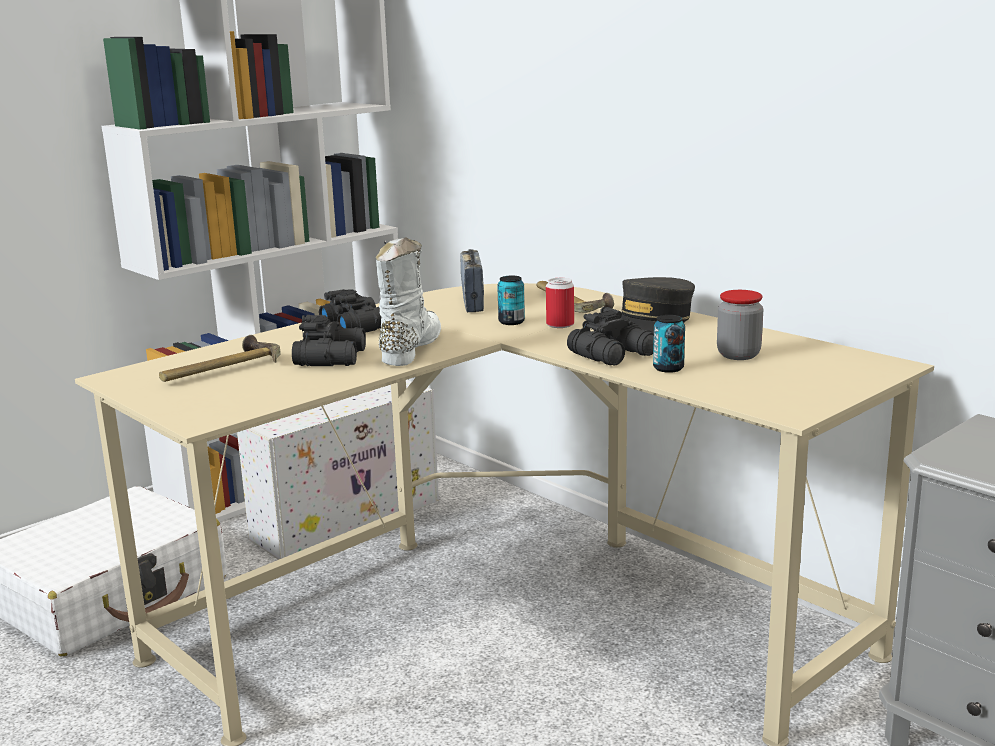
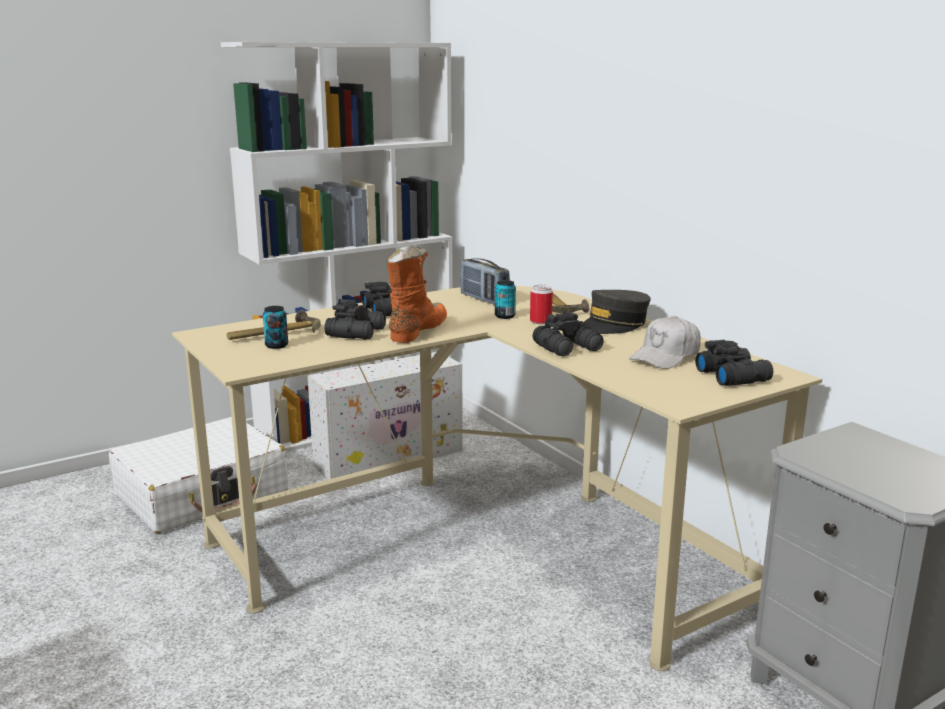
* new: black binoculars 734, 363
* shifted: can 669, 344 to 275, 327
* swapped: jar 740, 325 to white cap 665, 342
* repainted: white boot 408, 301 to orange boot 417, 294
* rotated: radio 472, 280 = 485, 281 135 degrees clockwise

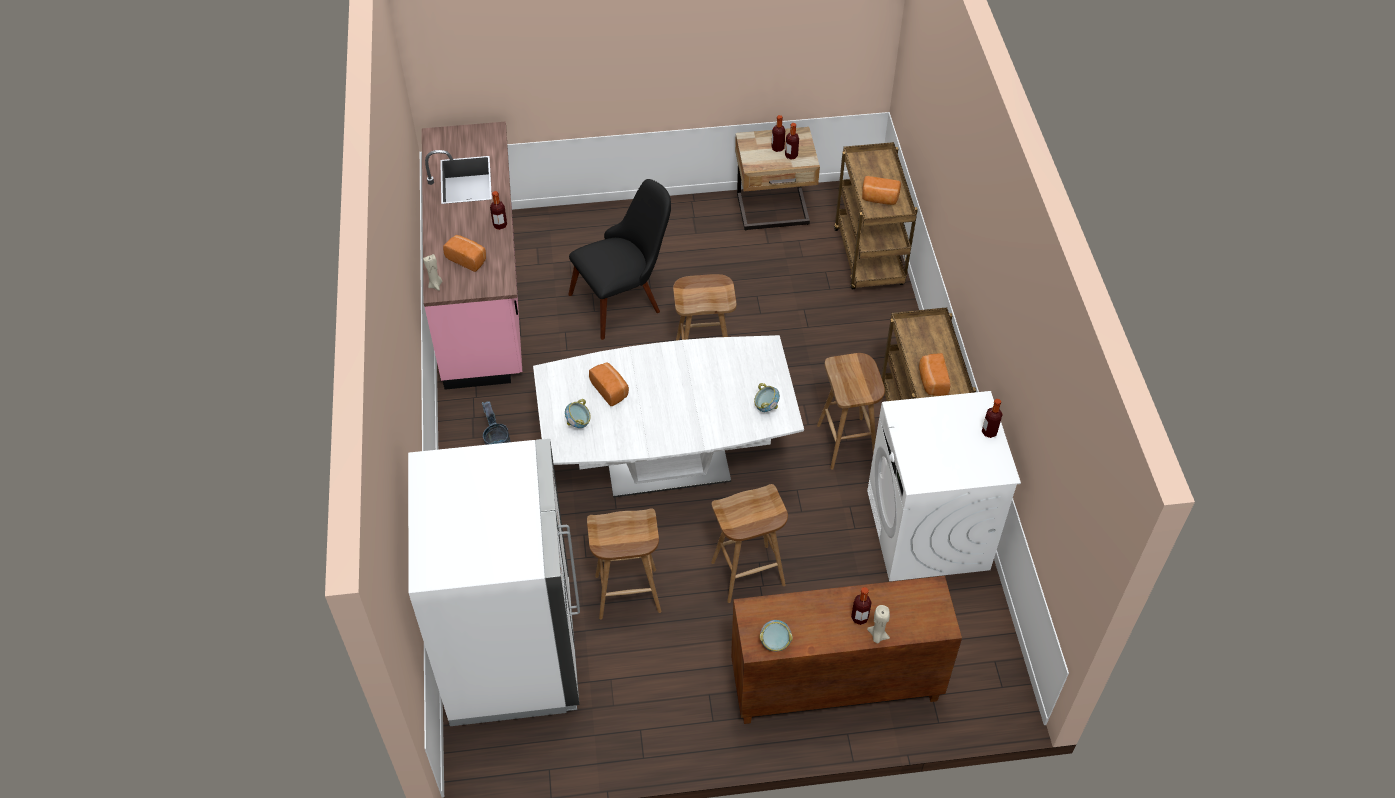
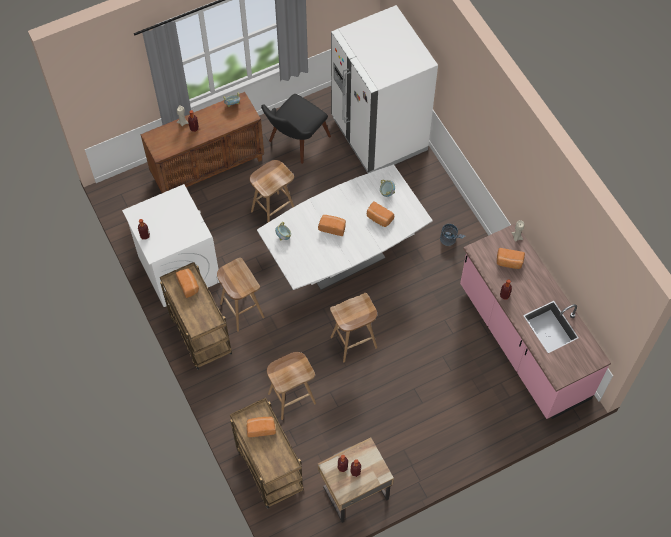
* new: bread 332, 225
* shifted: black chair 619, 259 to 296, 129
* shifted: brown stool 624, 564 to 291, 386

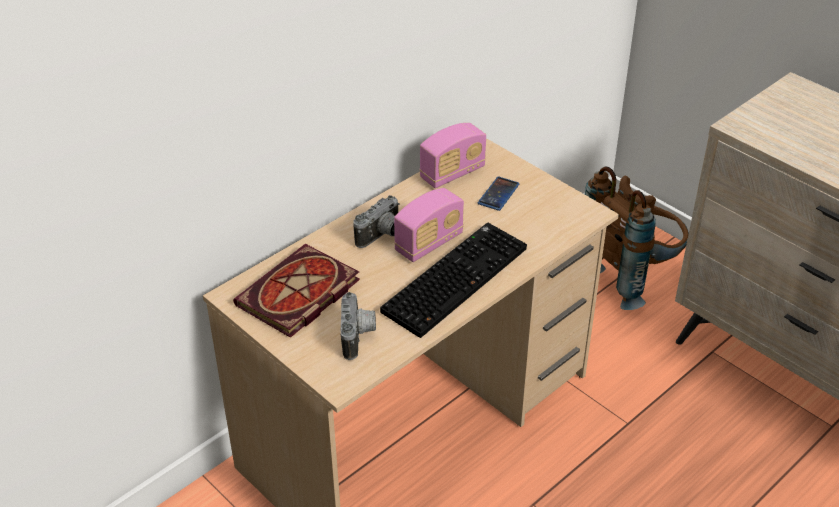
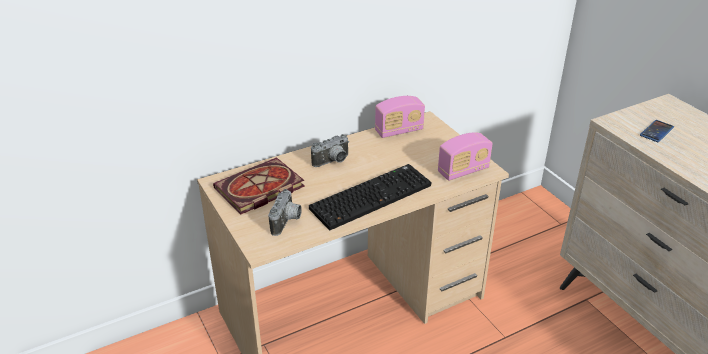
* gone: brown backpack 637, 238
* shifted: radio 429, 225 to 465, 157
* shifted: phone 499, 194 to 657, 131

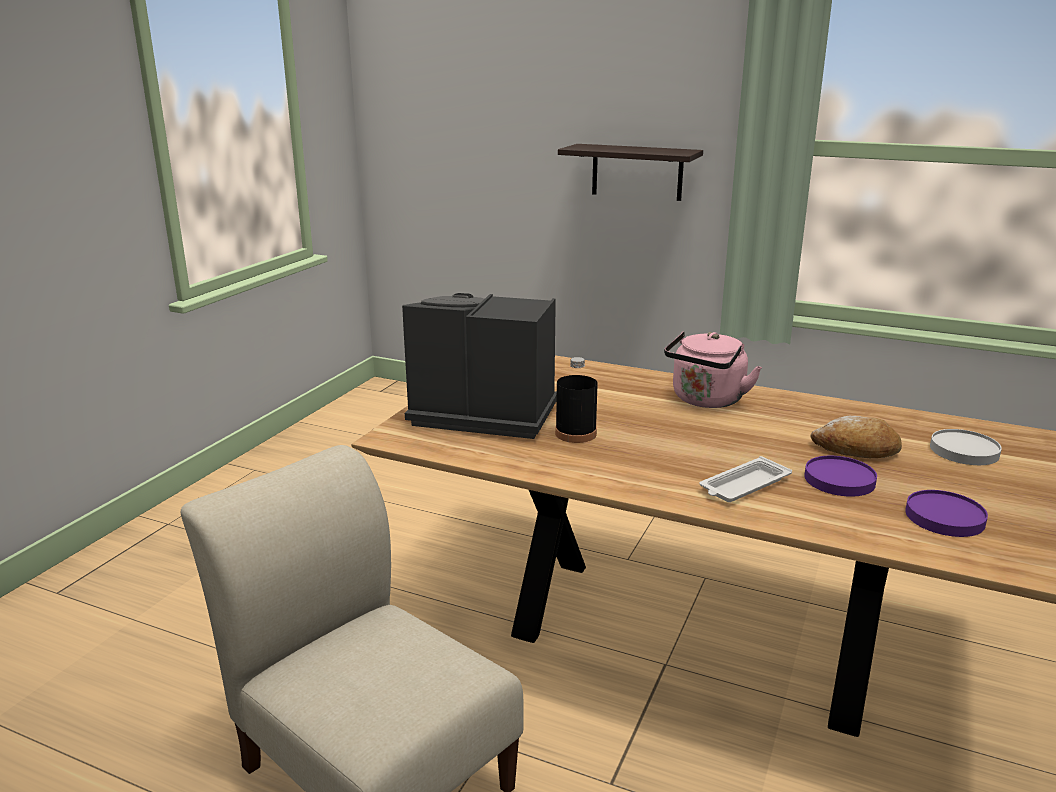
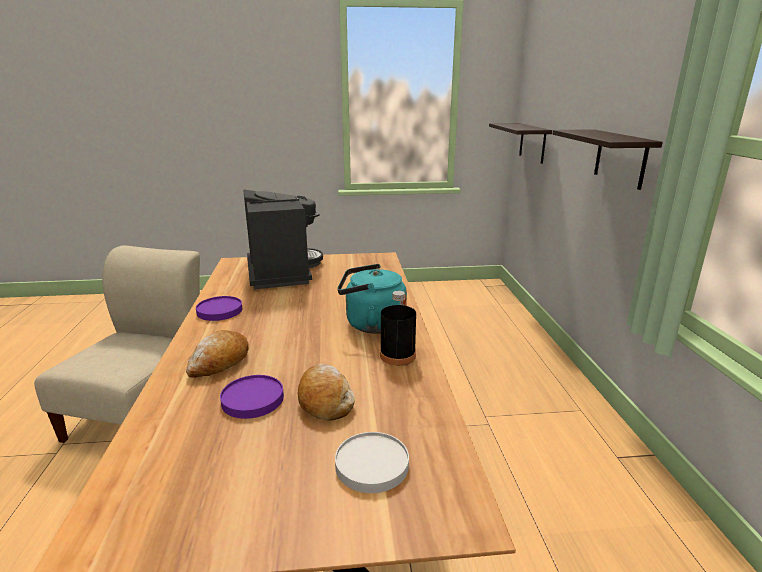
* new: shelf 520, 143
* shifted: black bottle 576, 400 to 398, 328
* shifted: purple plate 946, 513 to 219, 308
* swapped: white tray 745, 479 to bread 217, 354
* repainted: pink kettle 713, 369 to turquoise kettle 372, 299

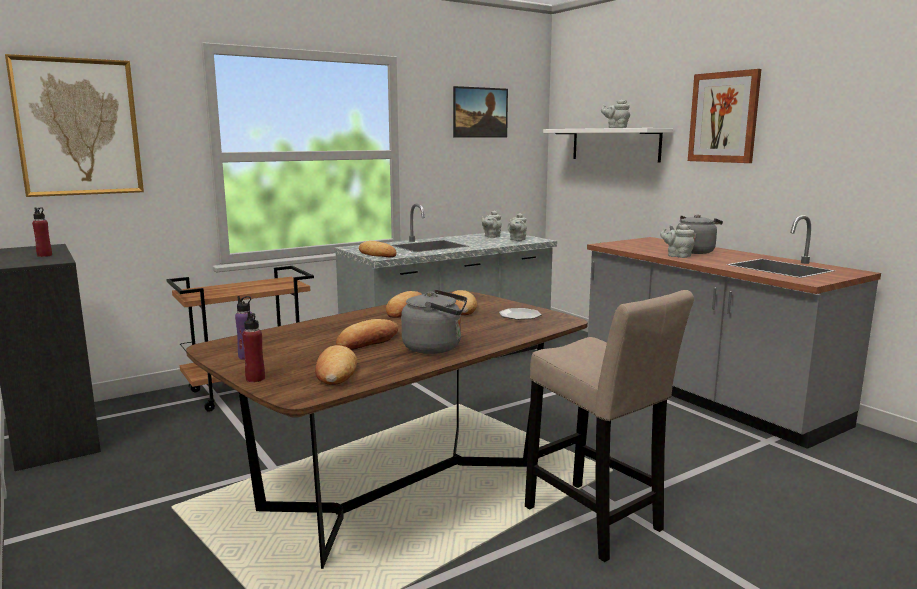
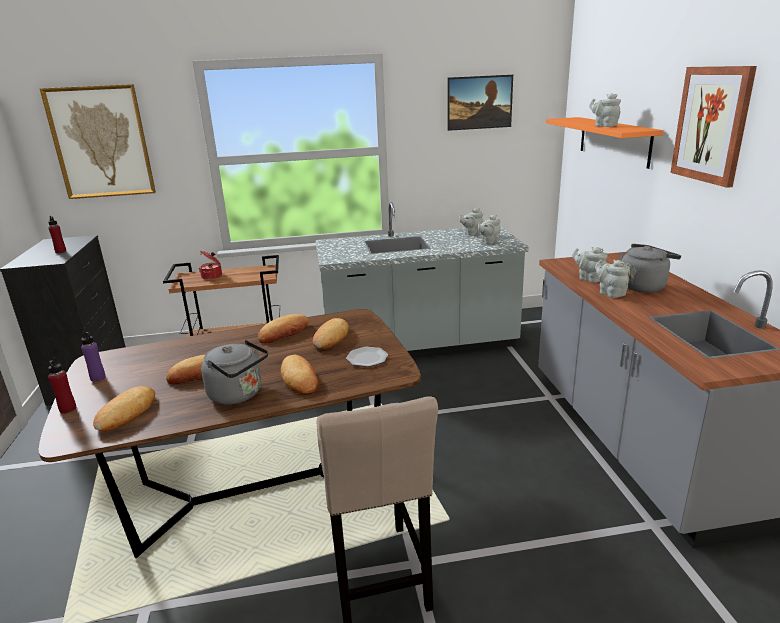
* new: cooking pot 210, 265
* new: grey teapot 589, 265
* shifted: bread 378, 249 to 300, 375
* repainted: white shelf 608, 145 to orange shelf 605, 143

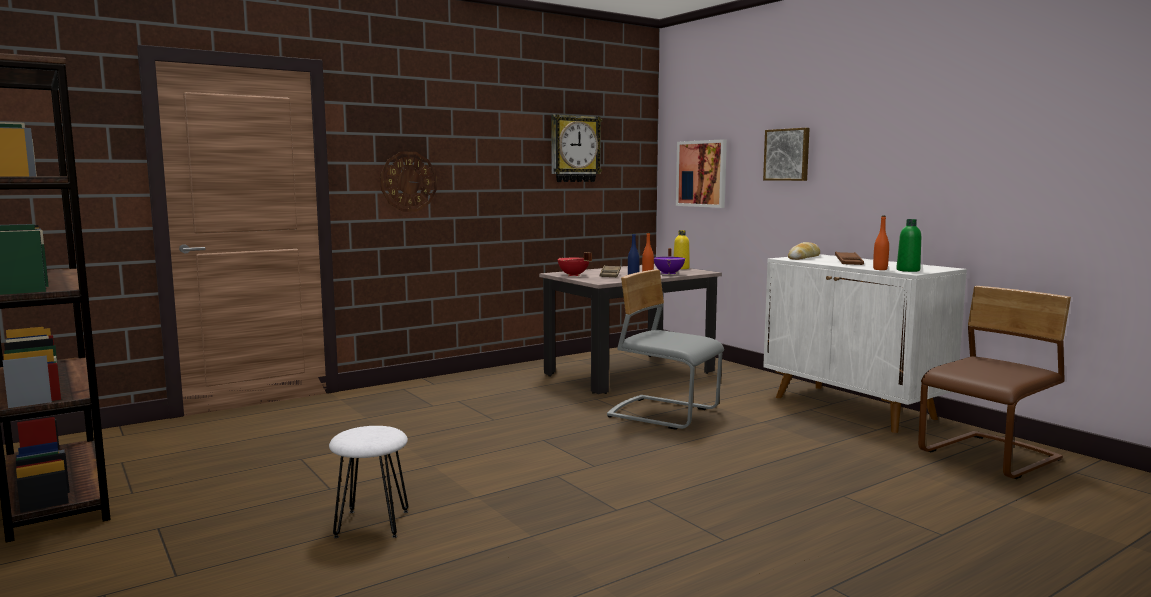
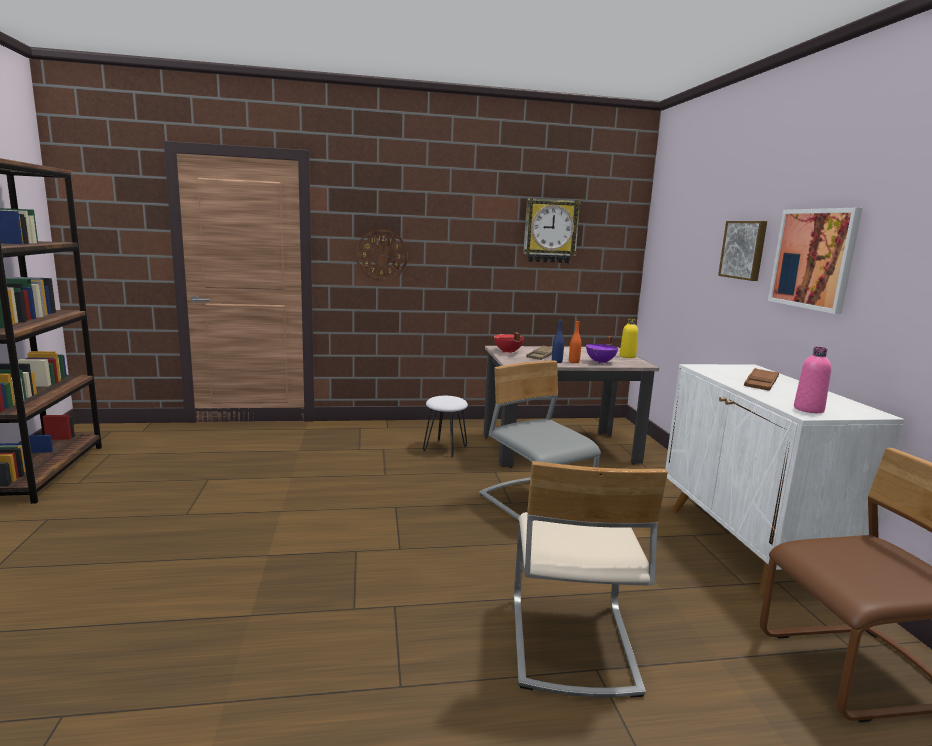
* gone: bread 804, 251
* gone: orange bottle 881, 243
* new: beige chair 591, 579
* shifted: white stool 368, 482 to 445, 427
* shifted: picture 701, 173 to 815, 261
* repainted: green bottle 909, 245 to pink bottle 812, 380

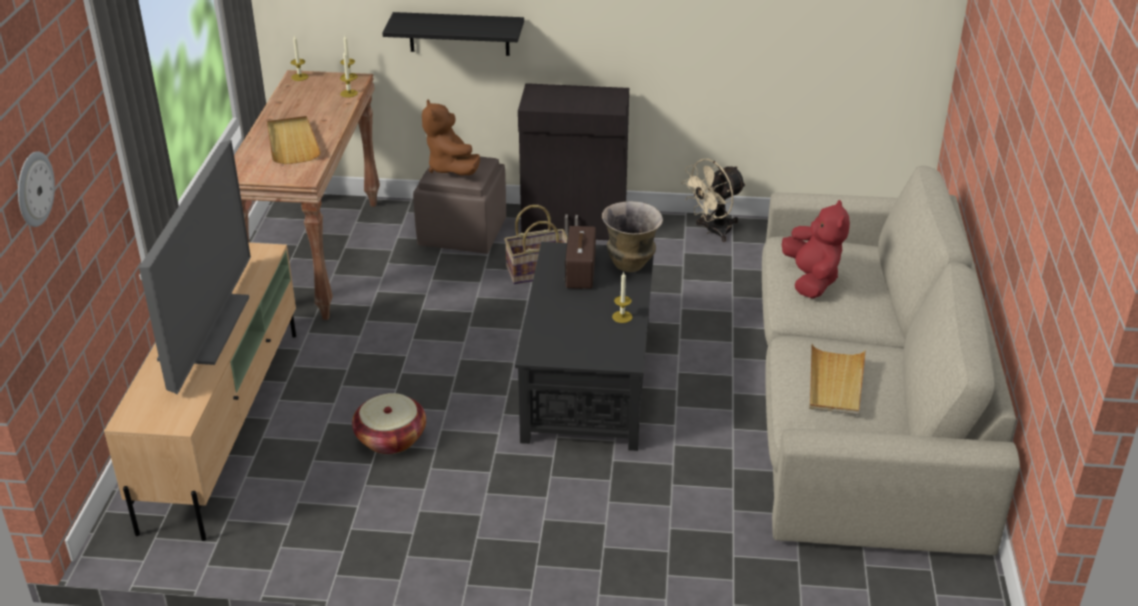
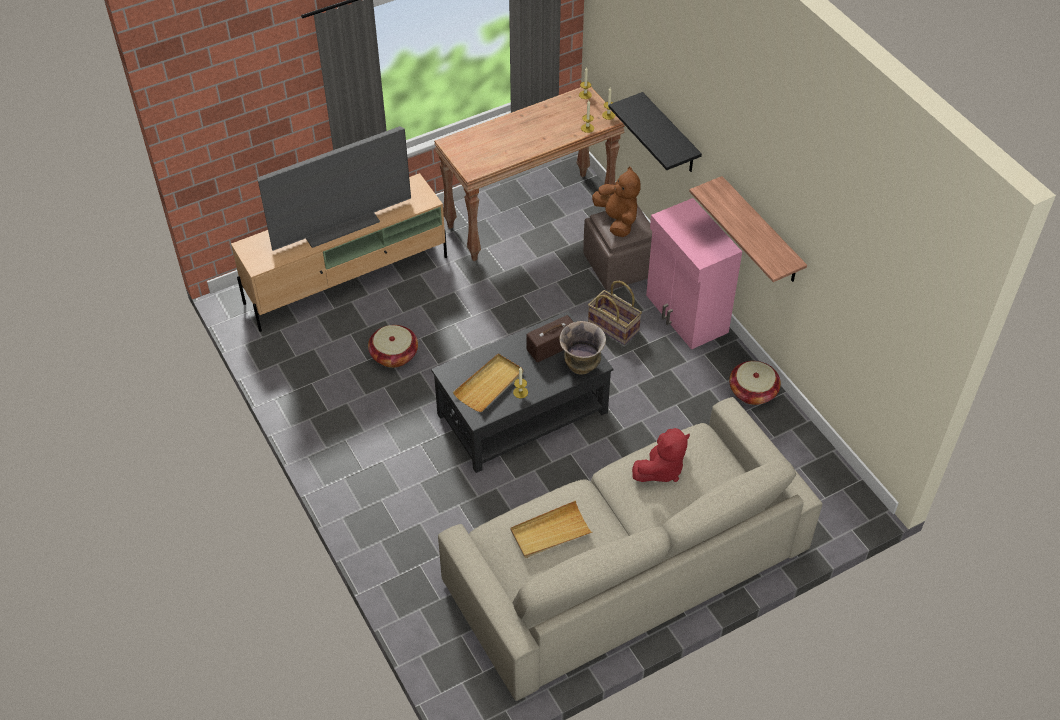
* gone: wall clock 36, 189
* new: shelf 748, 229
* shifted: beige tray 294, 140 to 488, 382
* swapped: beige fan 713, 200 to basket 755, 383
* repainted: black cabinet 573, 161 to pink cabinet 694, 274
* rotated: brown plush toy 451, 138 = 616, 201 120 degrees clockwise

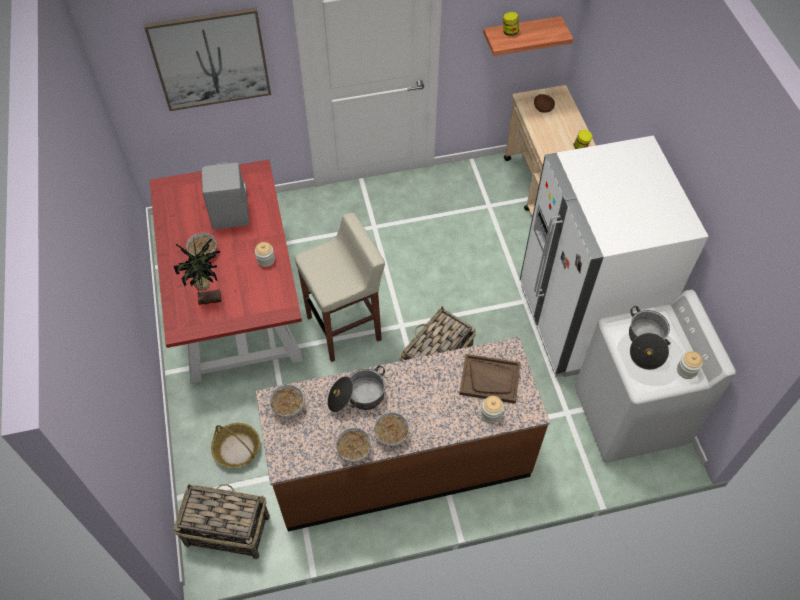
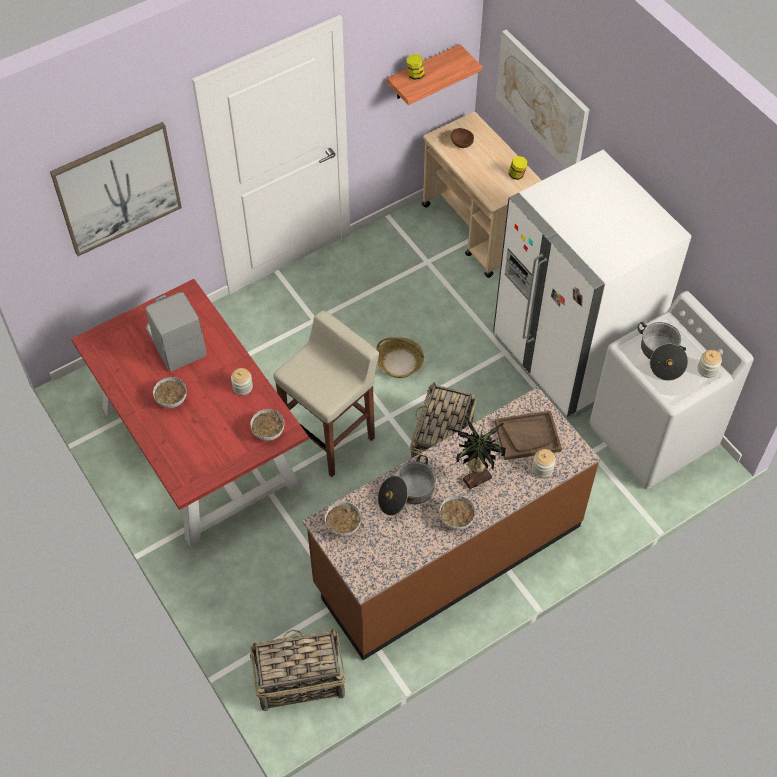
* new: picture 543, 98
* shifted: potted plant 197, 271 to 479, 452
* shifted: basket 235, 445 to 400, 357
* shifted: bowl 353, 445 to 267, 425

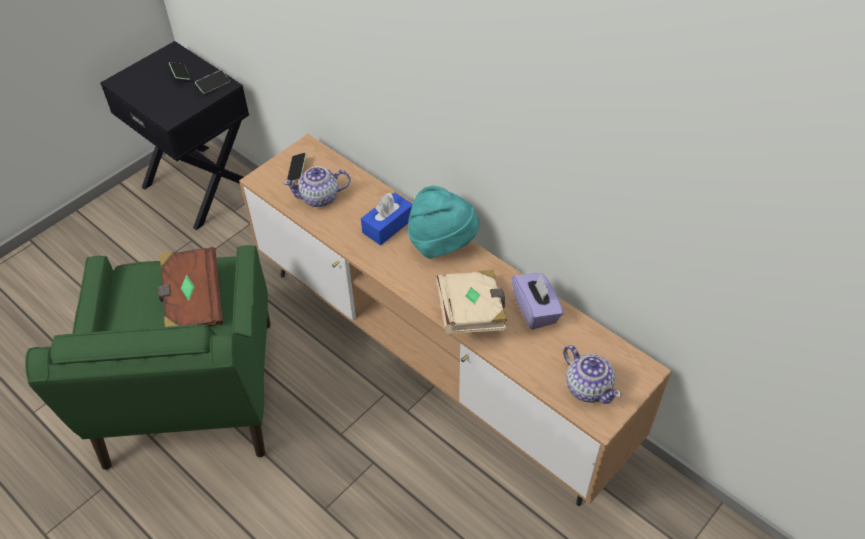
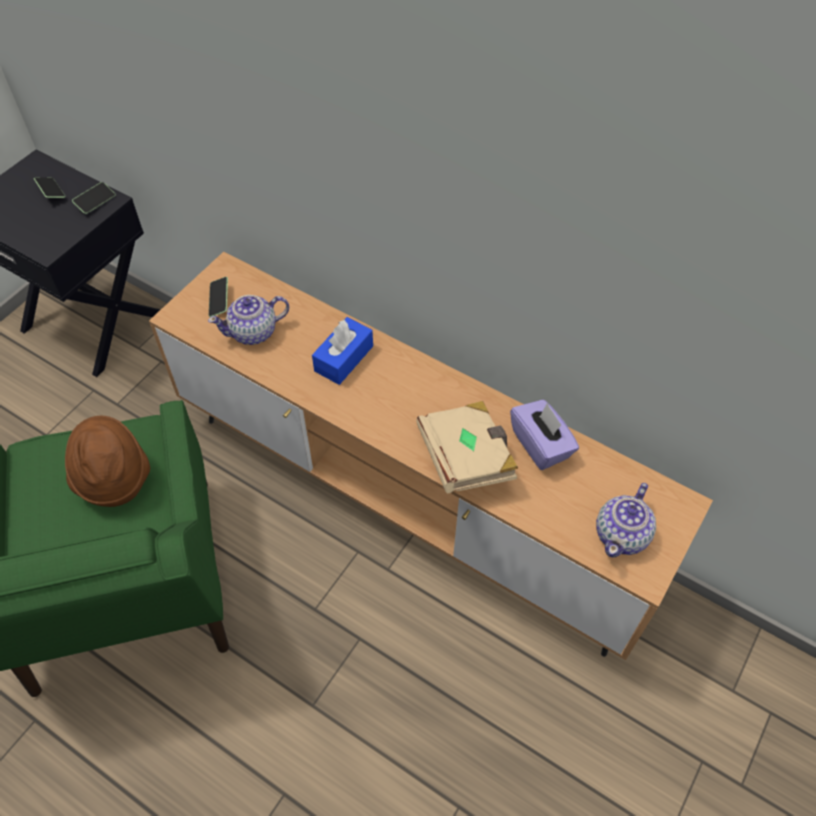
* gone: turquoise hat 443, 222
* swapped: brown book 190, 287 to brown hat 107, 461
* rotated: teapot 592, 374 = 626, 520 75 degrees clockwise

